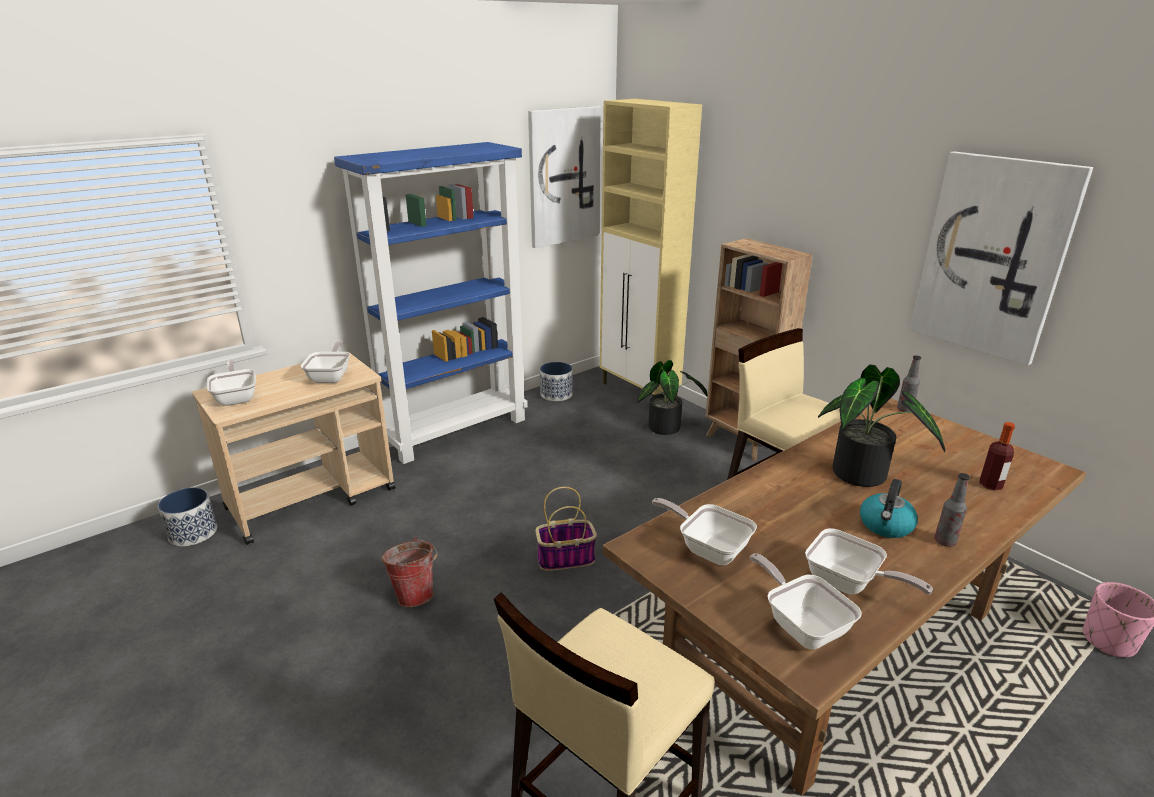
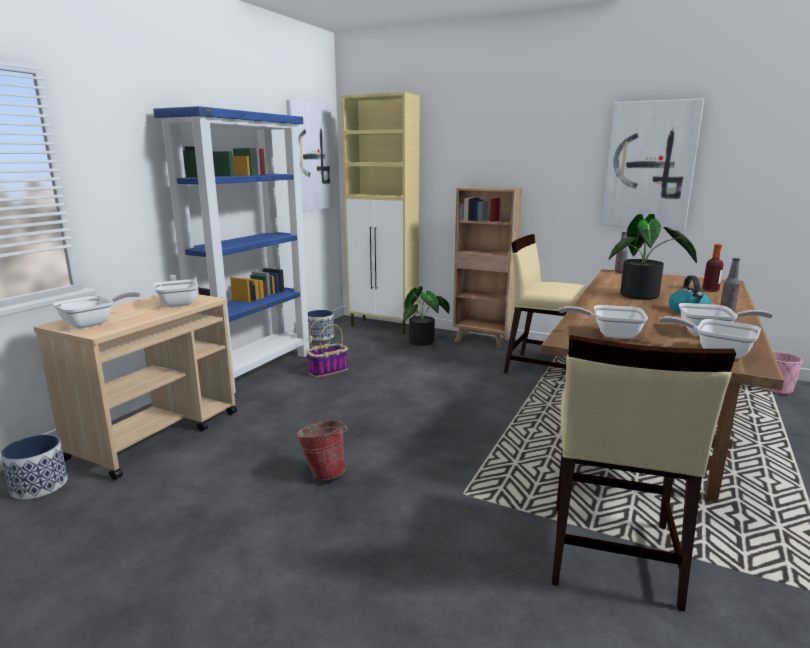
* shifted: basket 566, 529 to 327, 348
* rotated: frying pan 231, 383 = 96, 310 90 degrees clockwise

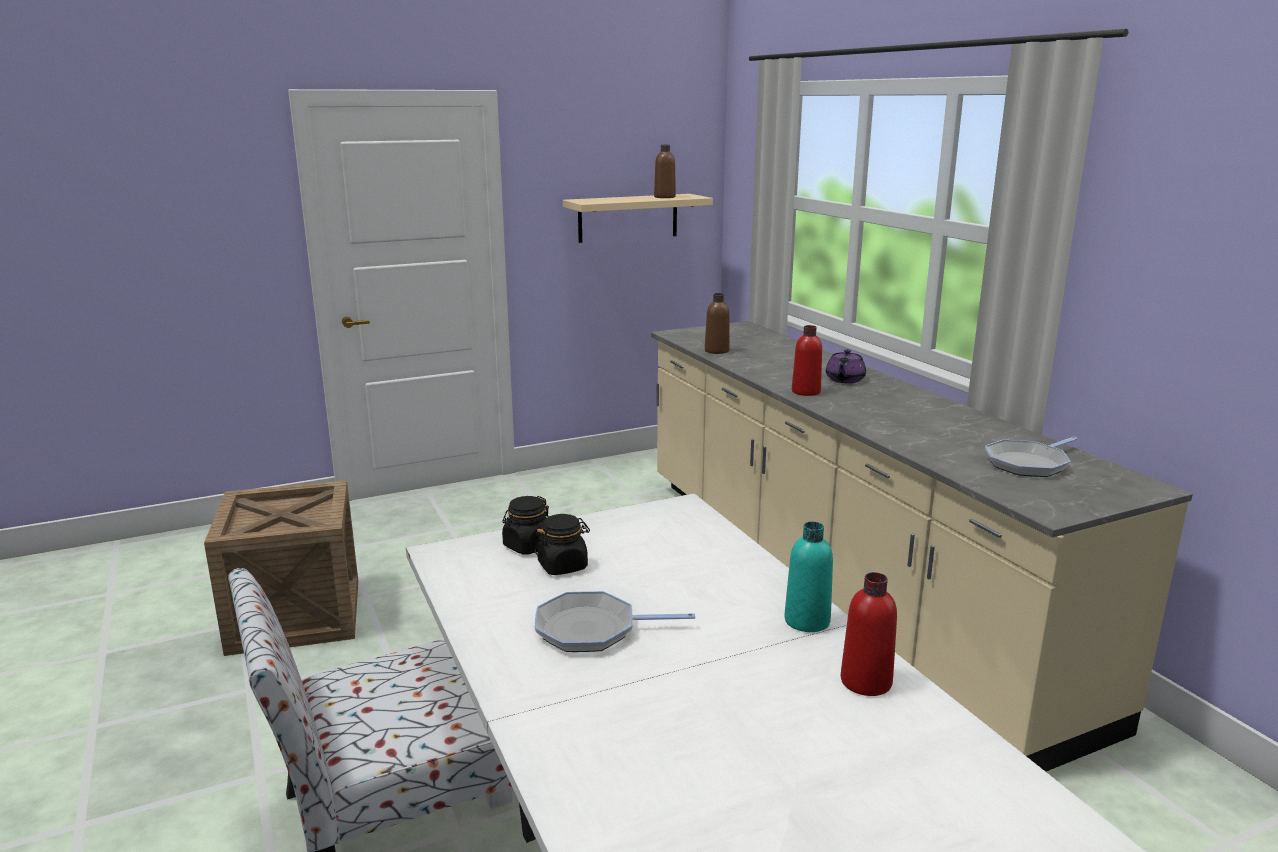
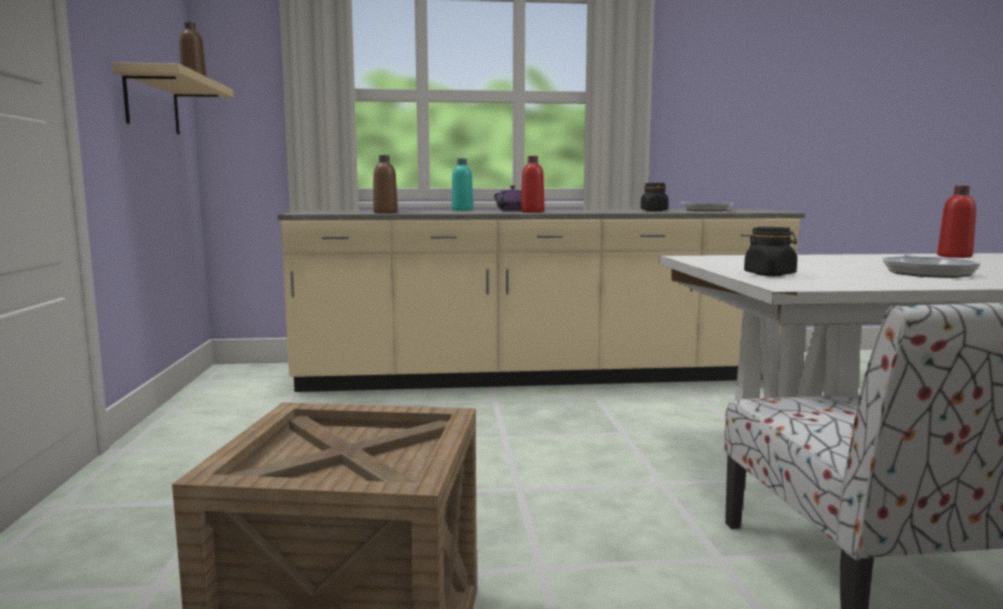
* shifted: black jar 562, 544 to 655, 197
* shifted: turquoise bottle 808, 577 to 462, 184

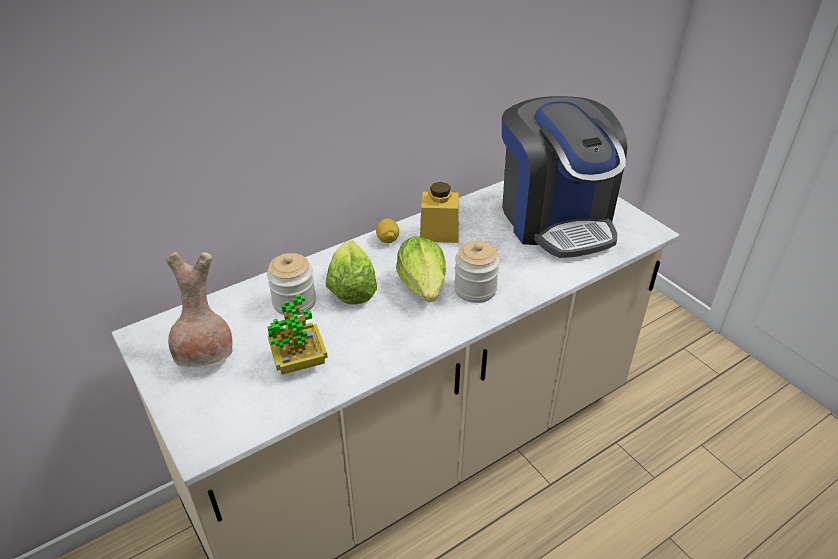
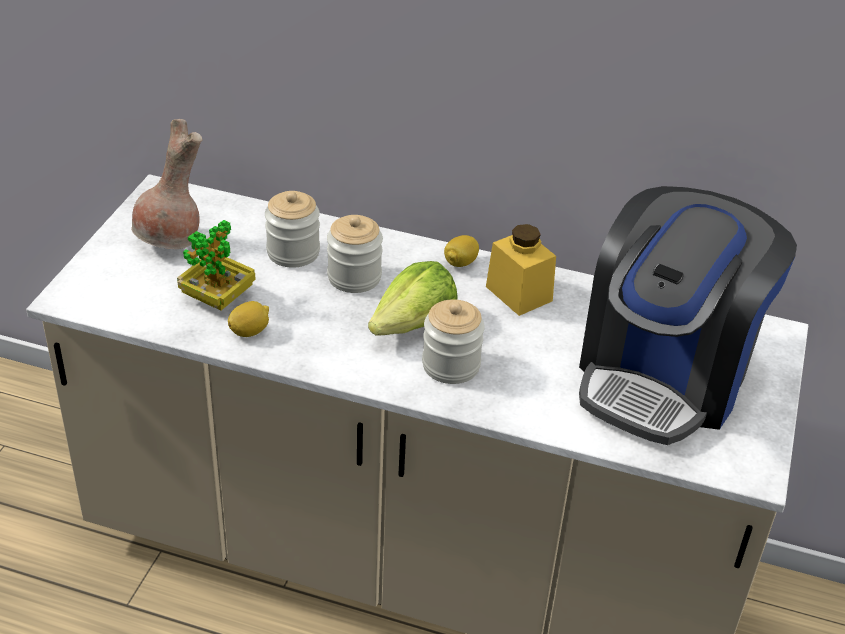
* new: lemon 248, 319
* swapped: lettuce 351, 272 to jar 355, 254

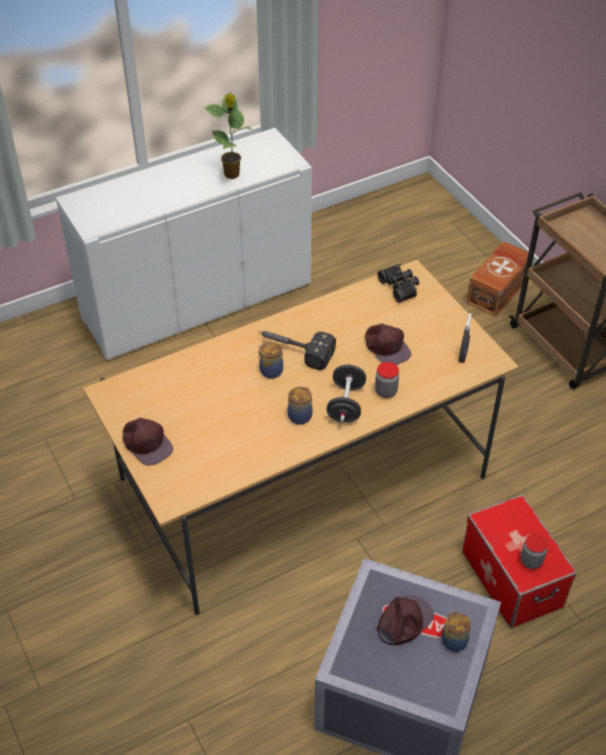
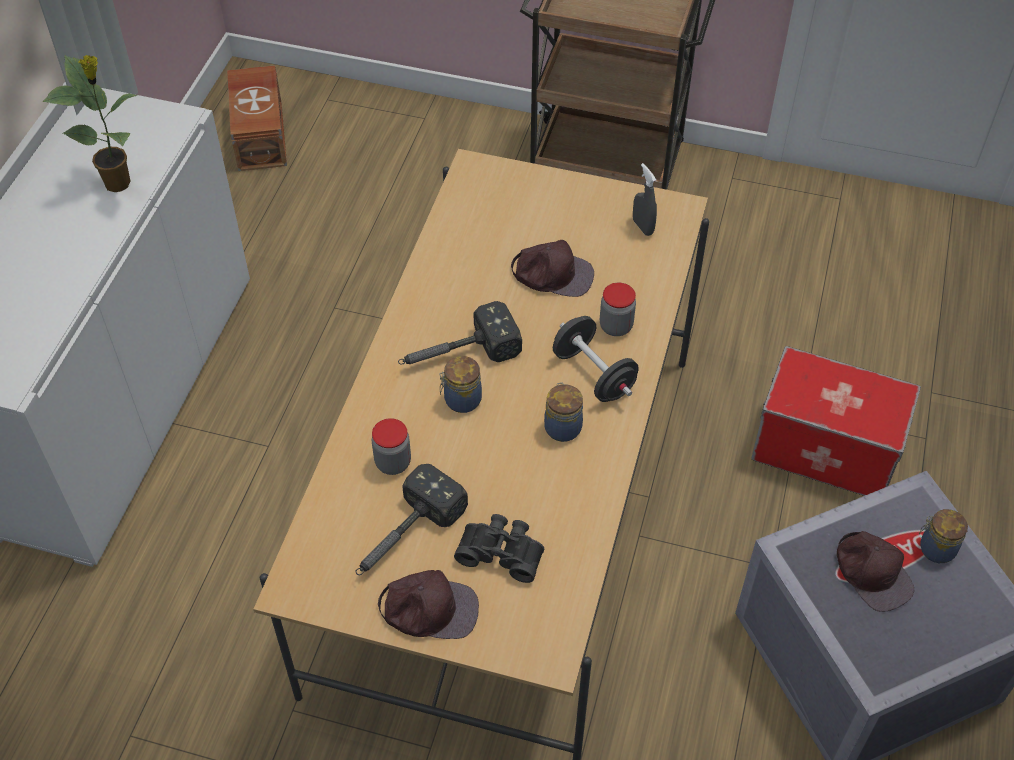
* new: hammer 411, 519
* shifted: black binoculars 398, 284 to 499, 548
* shifted: brown storage box 497, 279 to 257, 118
* shifted: jar 534, 551 to 391, 446
* rotated: brown cap 405, 620 = 875, 571 150 degrees clockwise

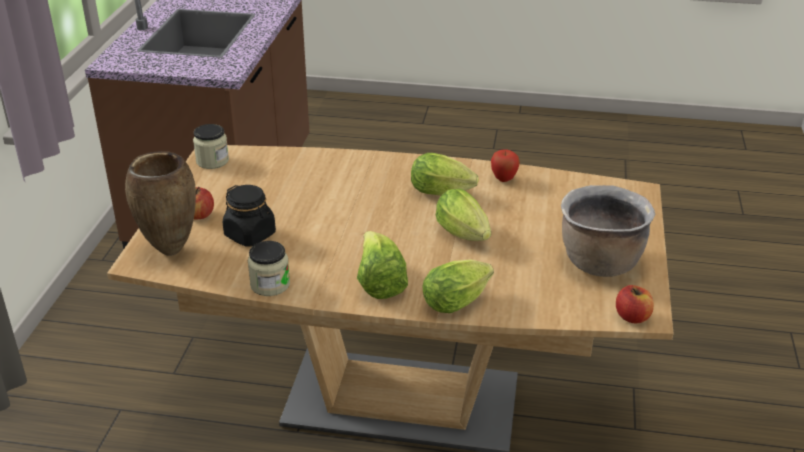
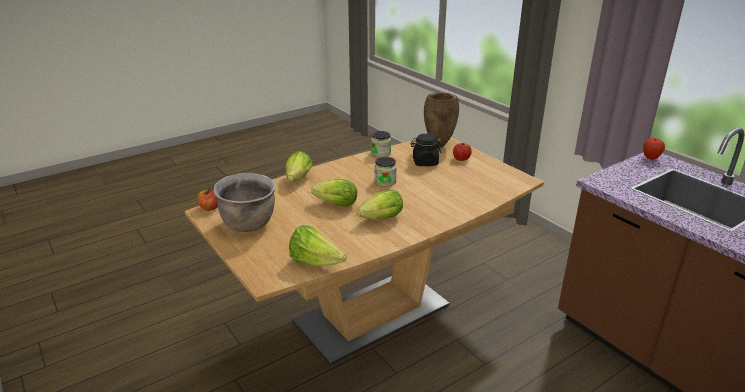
* shifted: jar 211, 146 to 385, 172
* shifted: lettuce 382, 265 to 318, 245
* shifted: apple 505, 165 to 654, 149

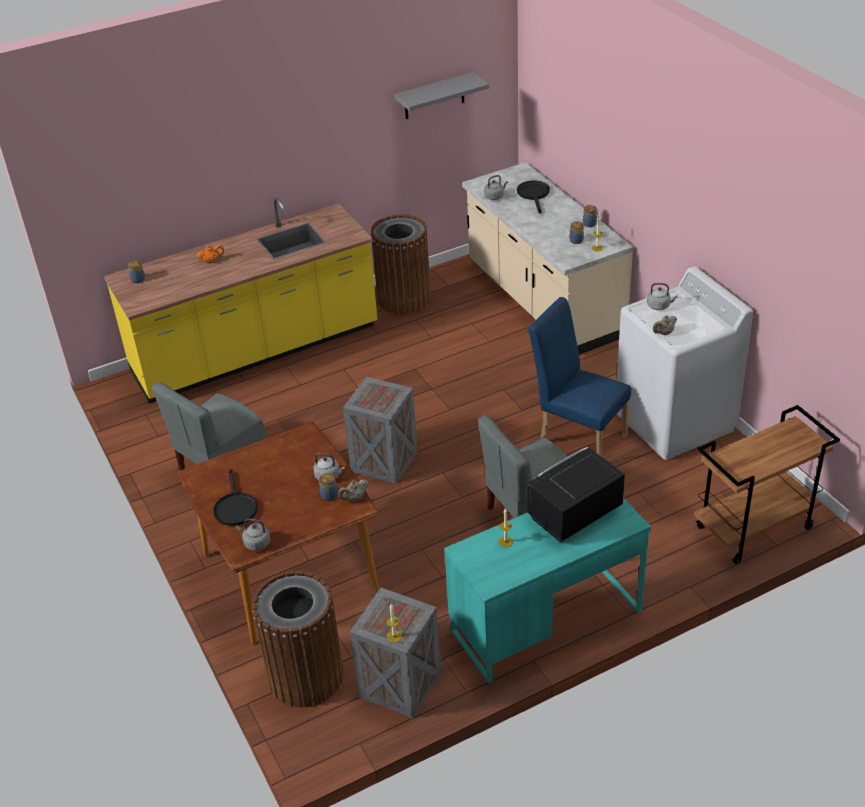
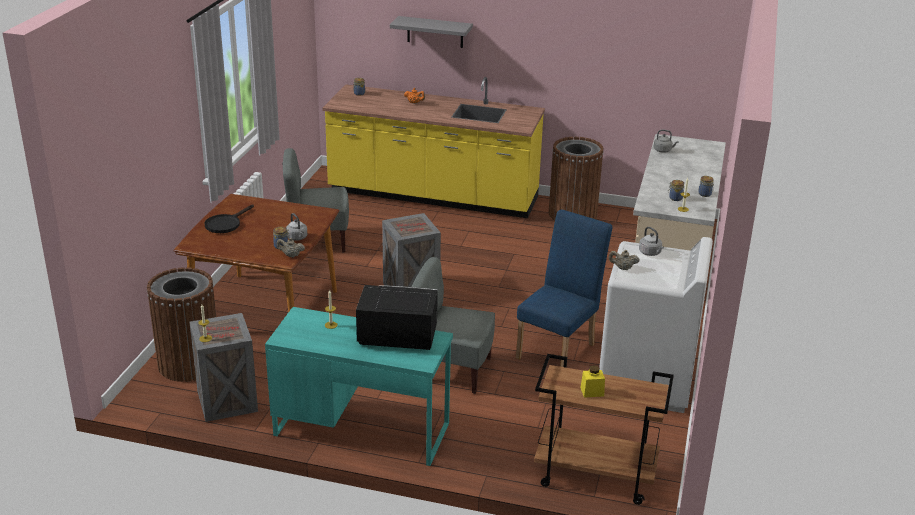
* gone: grey kettle 253, 534
* gone: black frying pan 533, 197
* new: yellow jar 593, 381
* shifted: grey shelf 441, 95 to 431, 32
* rotated: blue chair 579, 377 = 564, 288 45 degrees clockwise

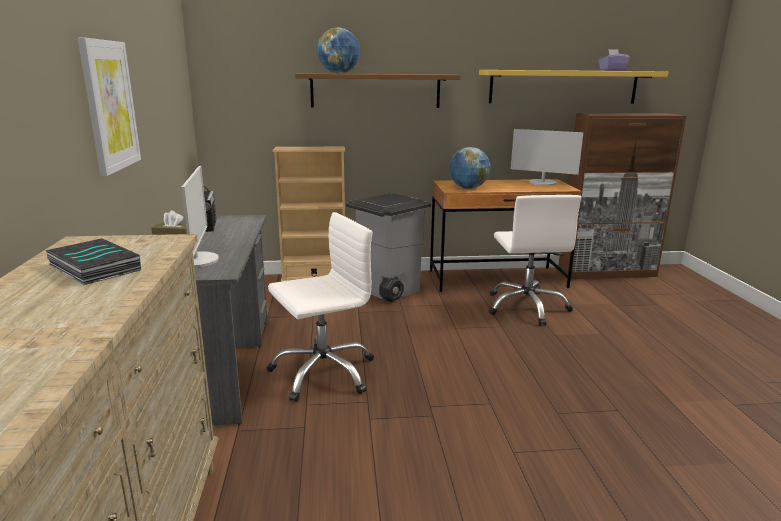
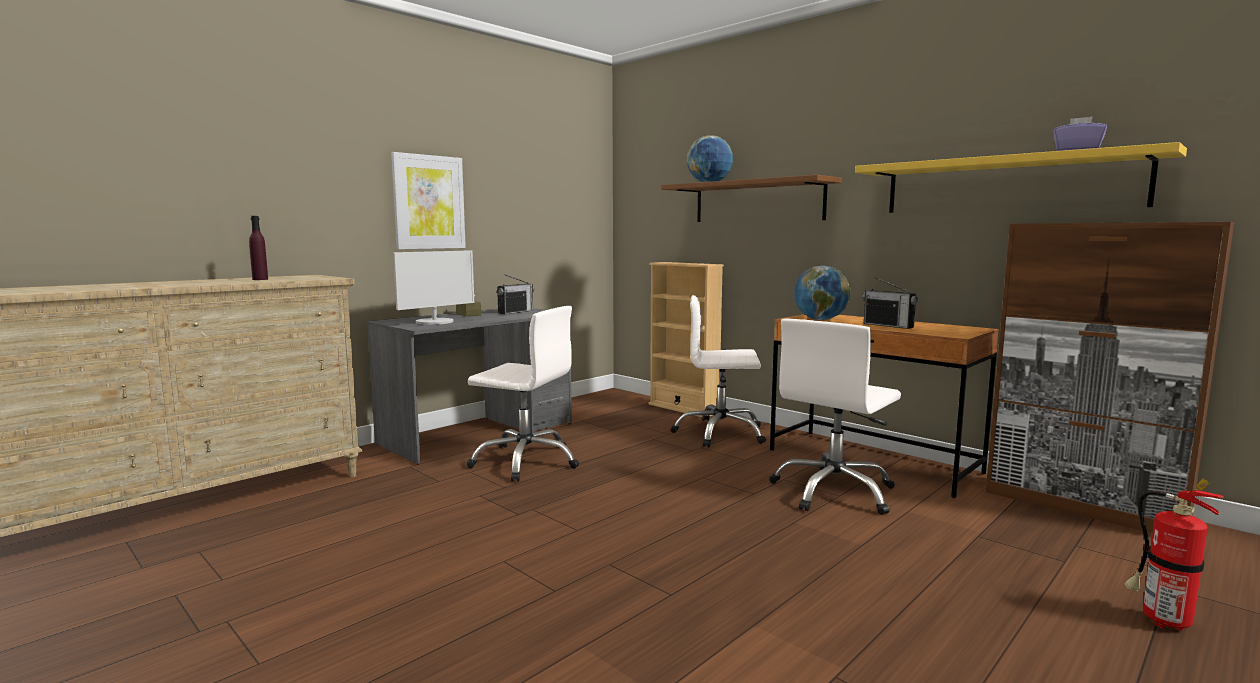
* gone: monitor 547, 157
* new: radio 890, 303
* new: fire extinguisher 1174, 555
* swapped: book 93, 261 to purple bottle 258, 248
* swapped: grey trash can 388, 248 to white office chair 718, 371

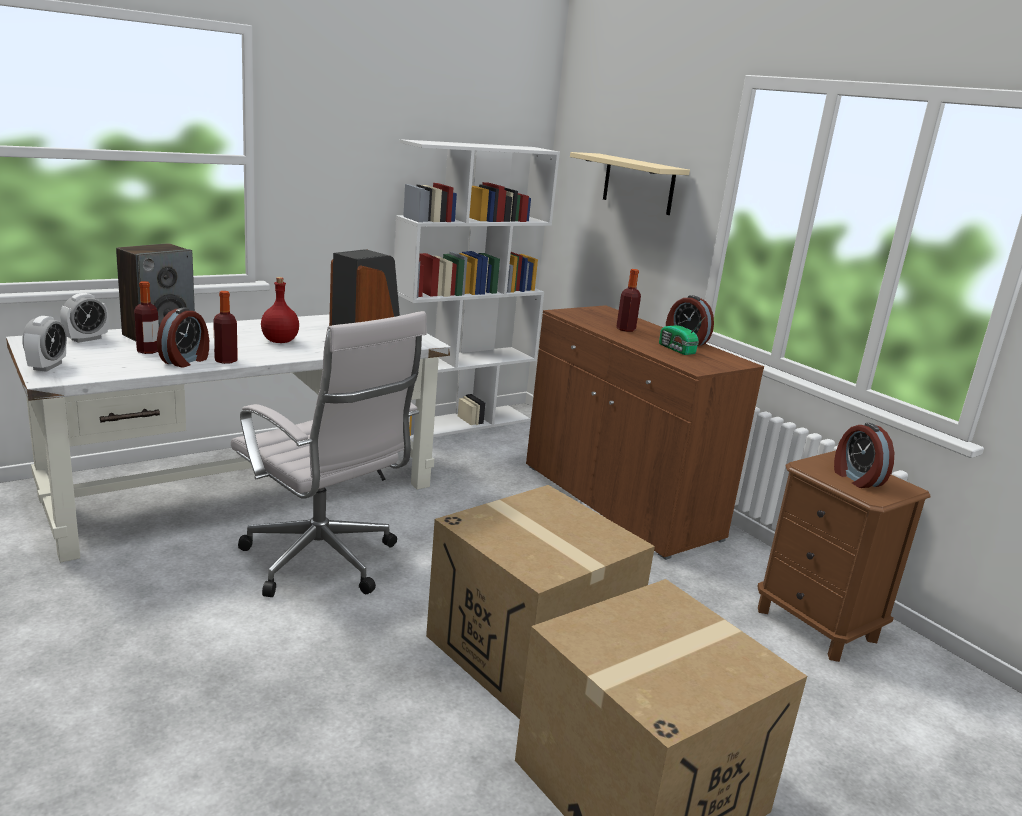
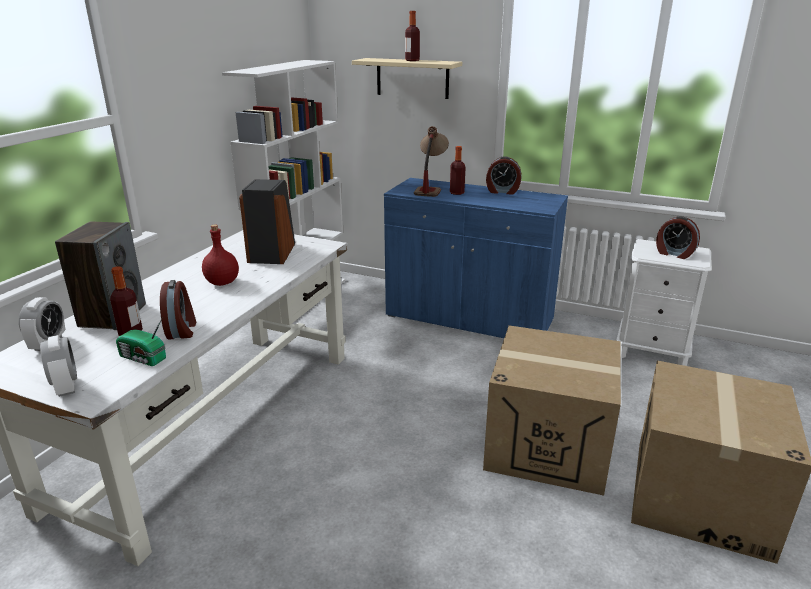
* gone: white office chair 329, 454
* new: table lamp 431, 161
* shifted: bottle 225, 327 to 412, 36
* shifted: radio 682, 335 to 141, 342
* repainted: brown cabinet 645, 432 to blue cabinet 476, 258
* repainted: brown nightstand 844, 556 to white nightstand 664, 302

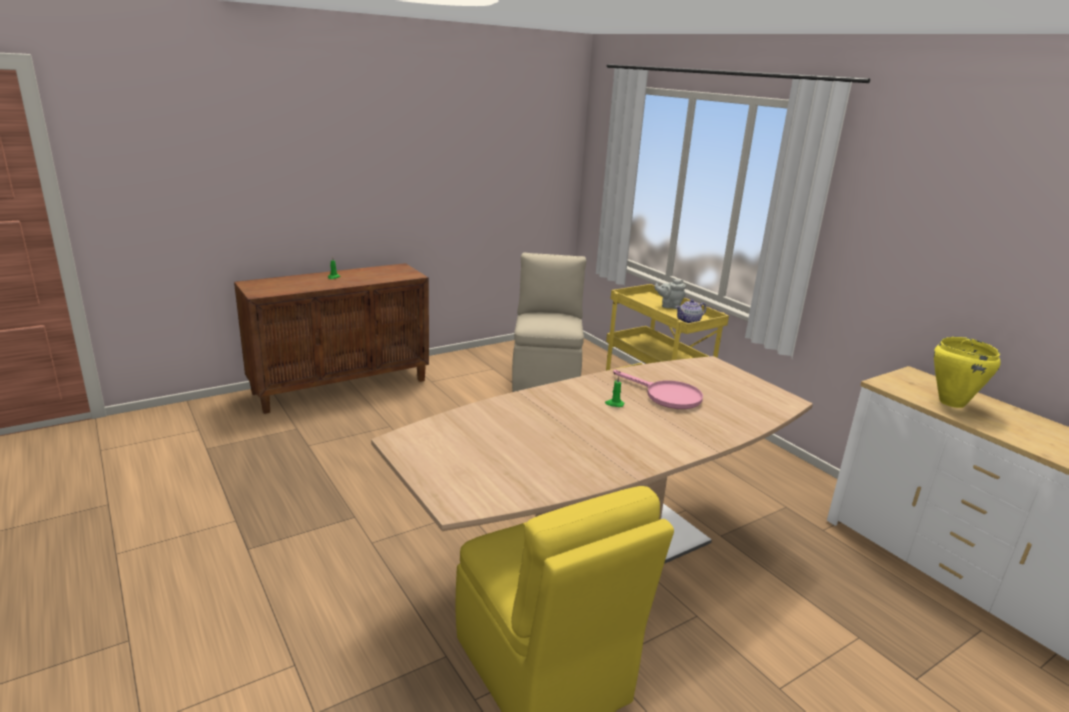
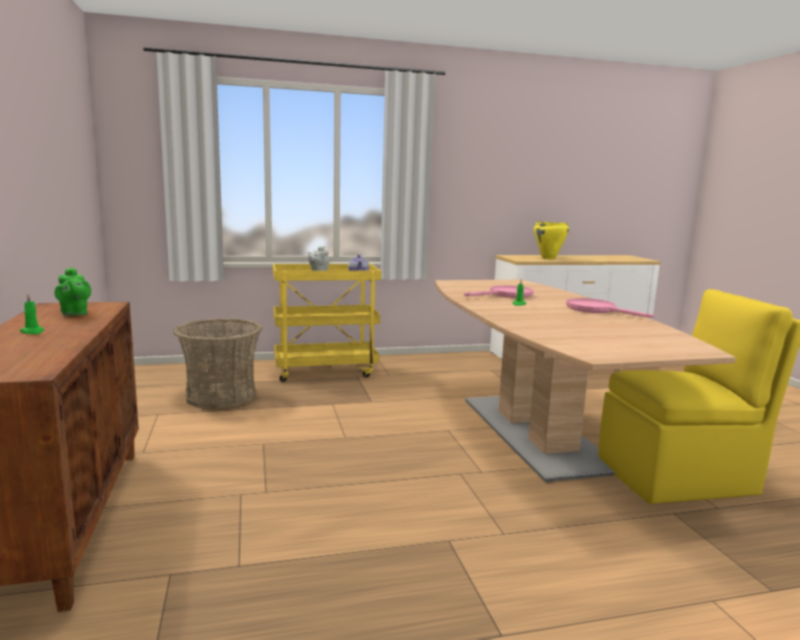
* new: green teapot 72, 291
* new: pink frying pan 610, 308
* swapped: beige chair 549, 322 to basket 217, 363

